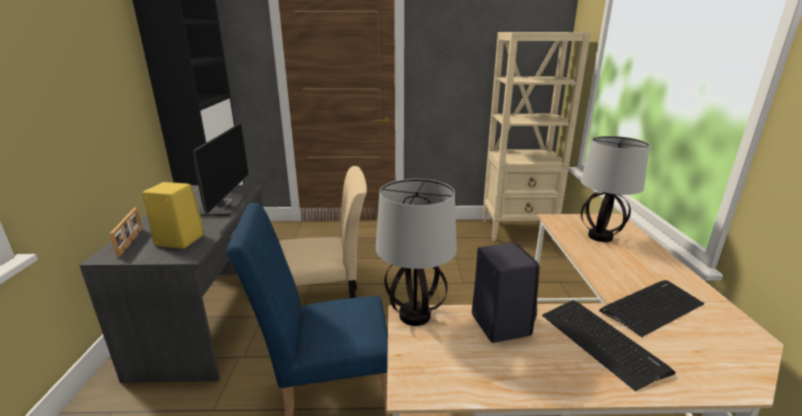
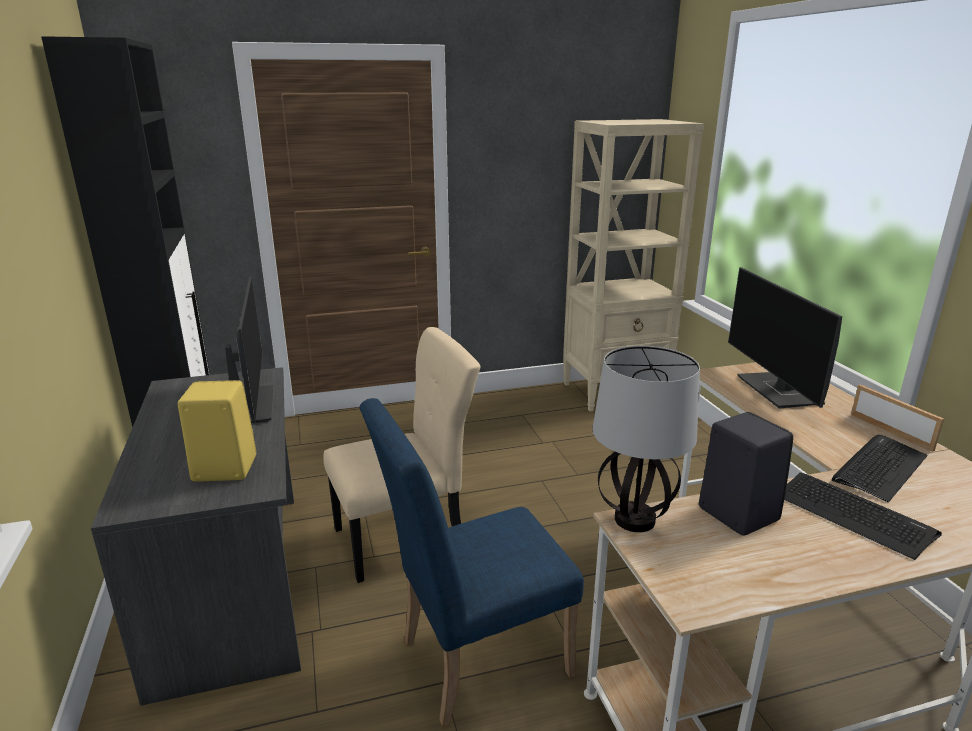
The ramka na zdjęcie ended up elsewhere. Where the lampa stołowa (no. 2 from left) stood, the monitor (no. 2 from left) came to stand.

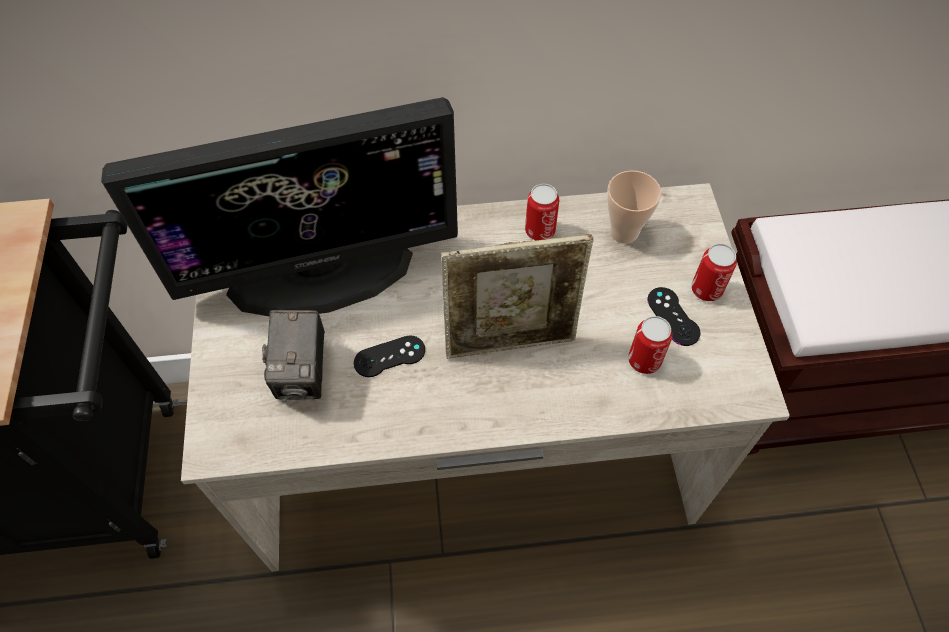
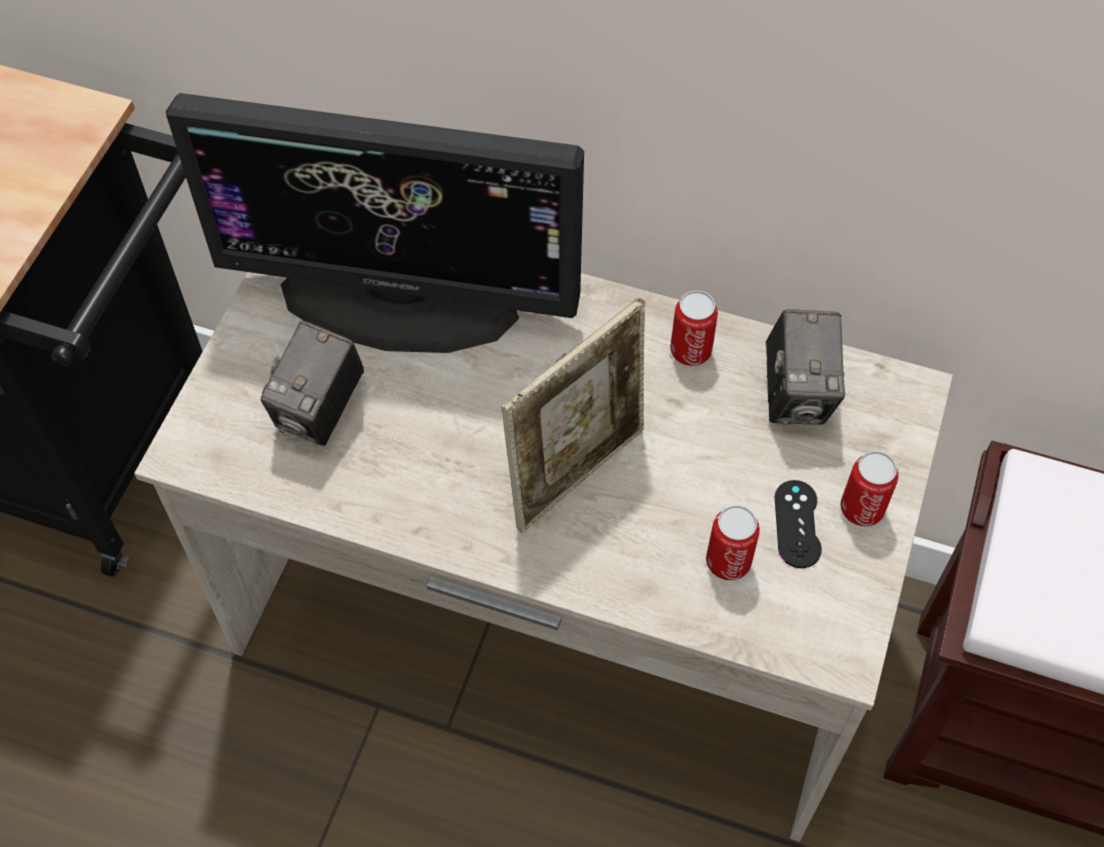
The second view lost the pad do gier [czarny] (no. 1 from left). Where the filiżanka stood, the aparat fotograficzny (no. 2 from left) came to stand. The ramka na zdjęcie ended up facing another way, 60 degrees counterclockwise from before.

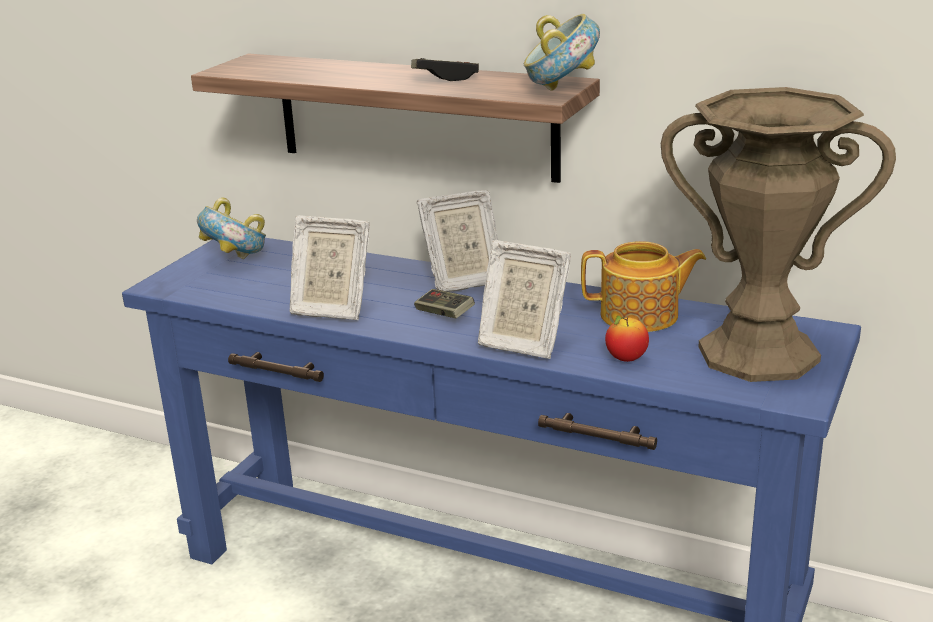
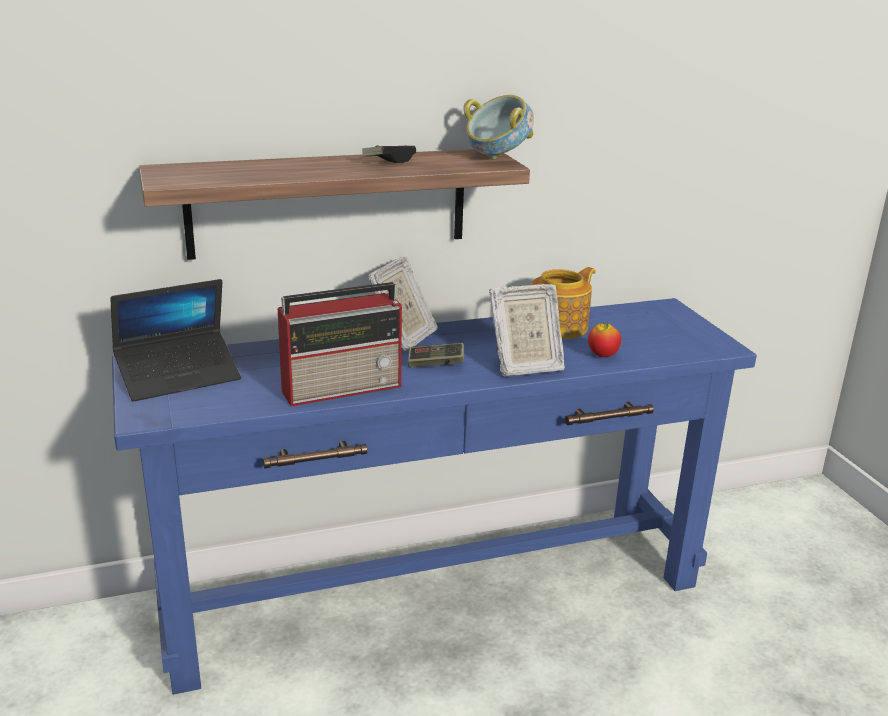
The second view lost the wazon [brązowy]. Where the miska (no. 1 from left) stood, the laptop came to stand. Where the ramka na zdjęcie (no. 1 from left) stood, the radio came to stand.

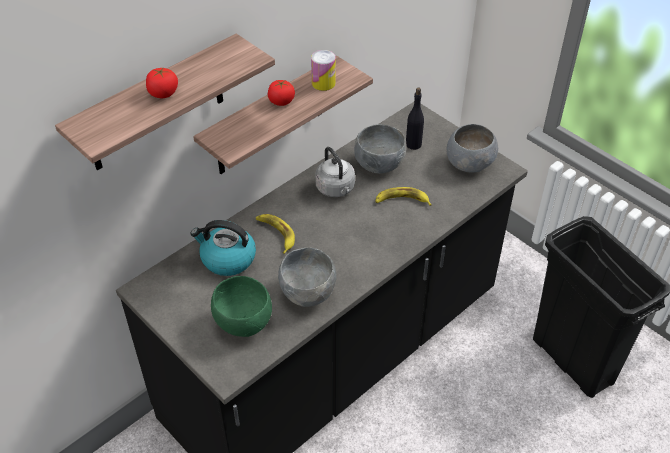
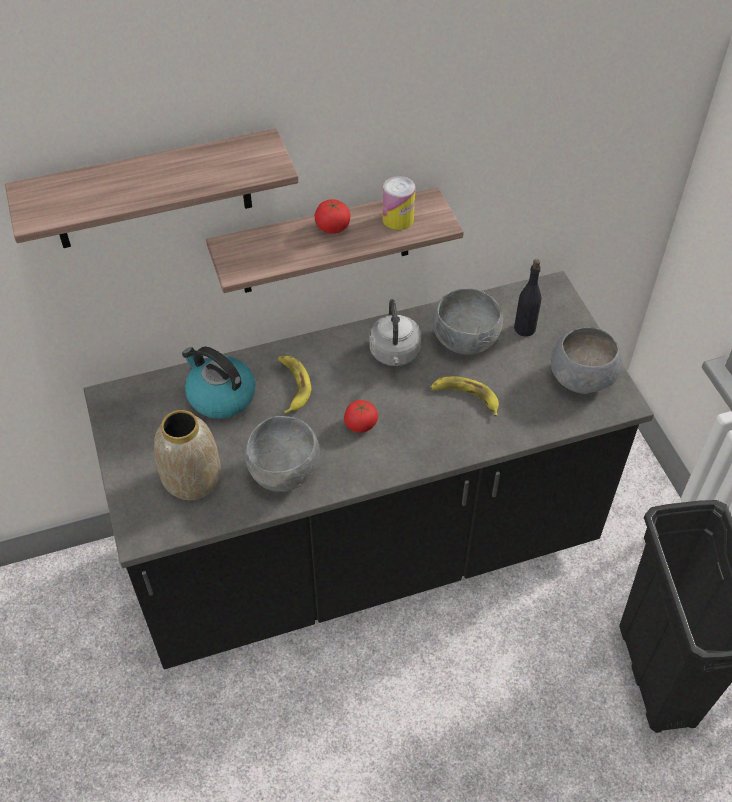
The pomidor (no. 1 from left in the first image) ended up elsewhere. Where the miska [zielony] stood, the wazon came to stand.

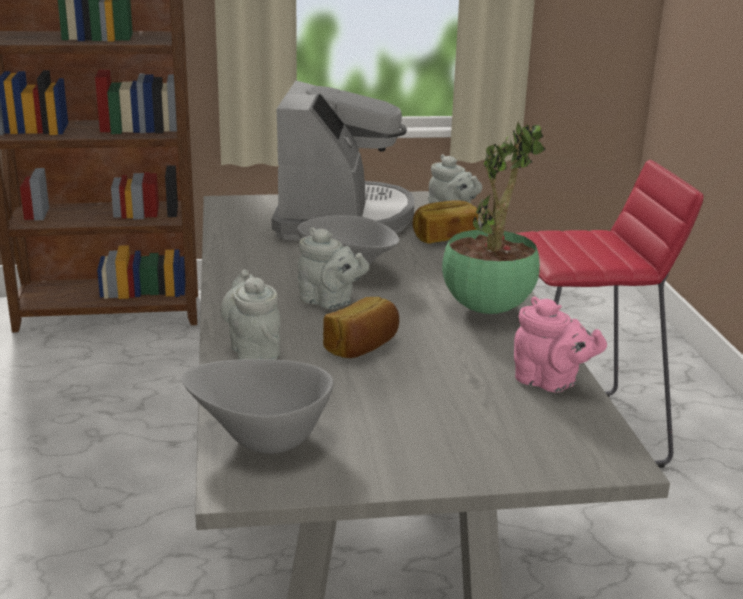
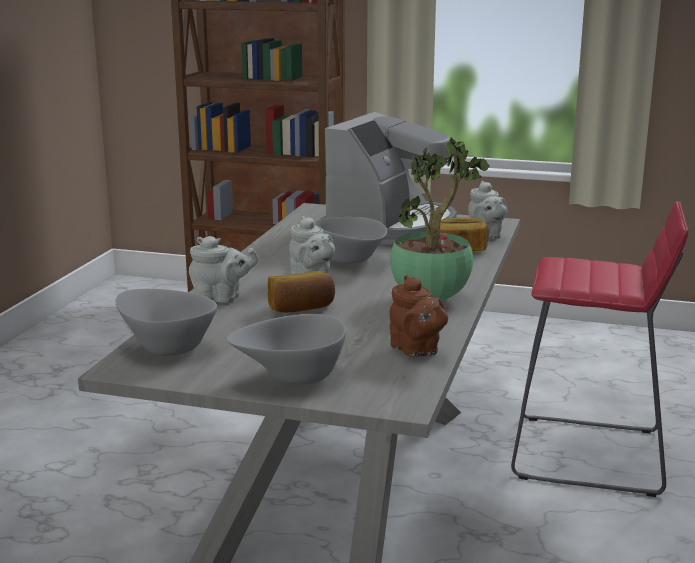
The second view gained the miska [szary] (no. 2 from left). What was the imbryk [różowy] turned into the imbryk [brązowy]. The imbryk [szary] (no. 1 from left) ended up facing another way, 90 degrees clockwise from before.

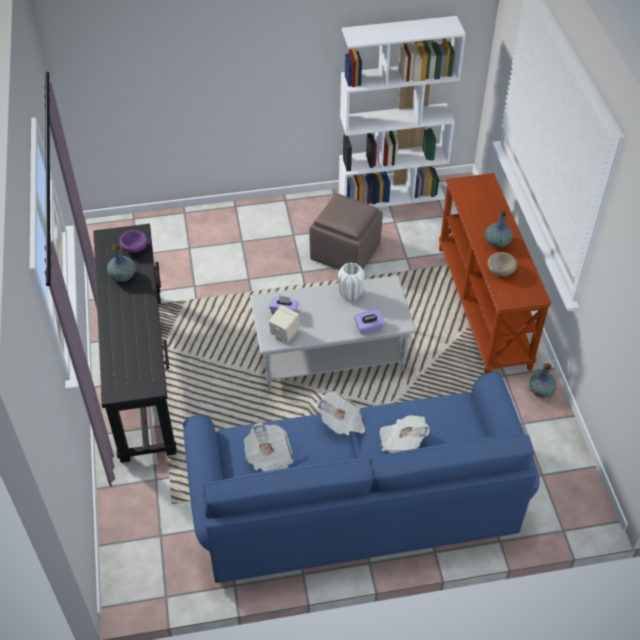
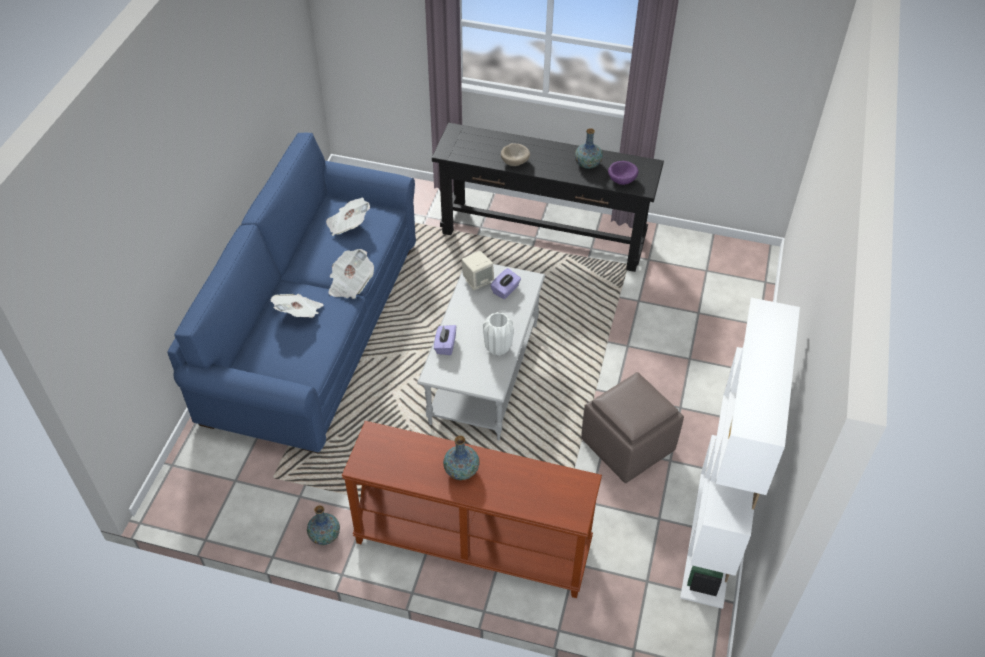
The miska [beżowy] ended up elsewhere.

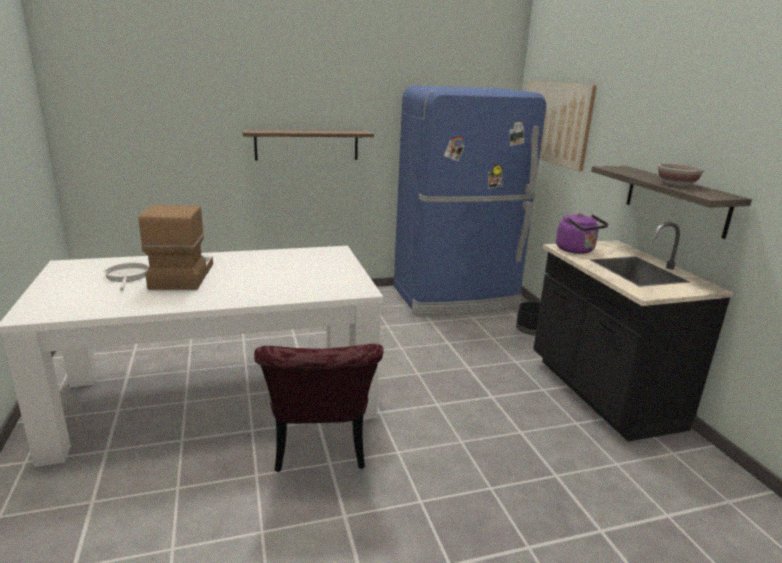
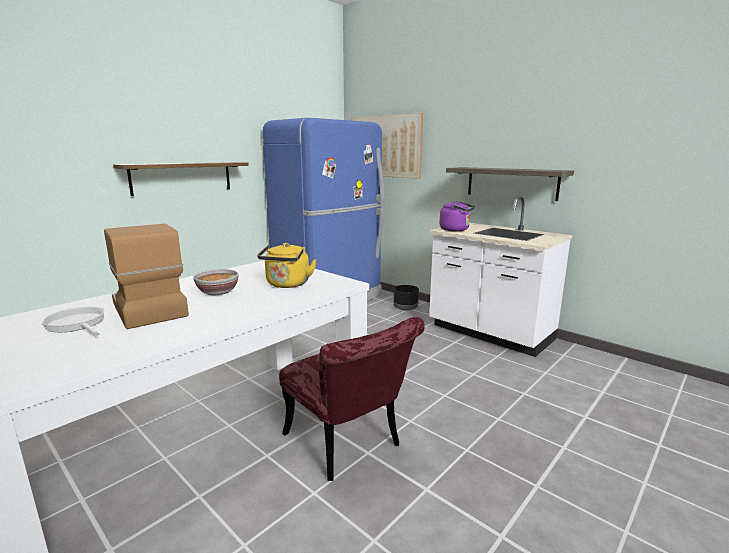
The second view gained the czajnik [żółty]. The miska ended up elsewhere. What was the zabudowa kuchenna [czarny] turned into the zabudowa kuchenna [biały].

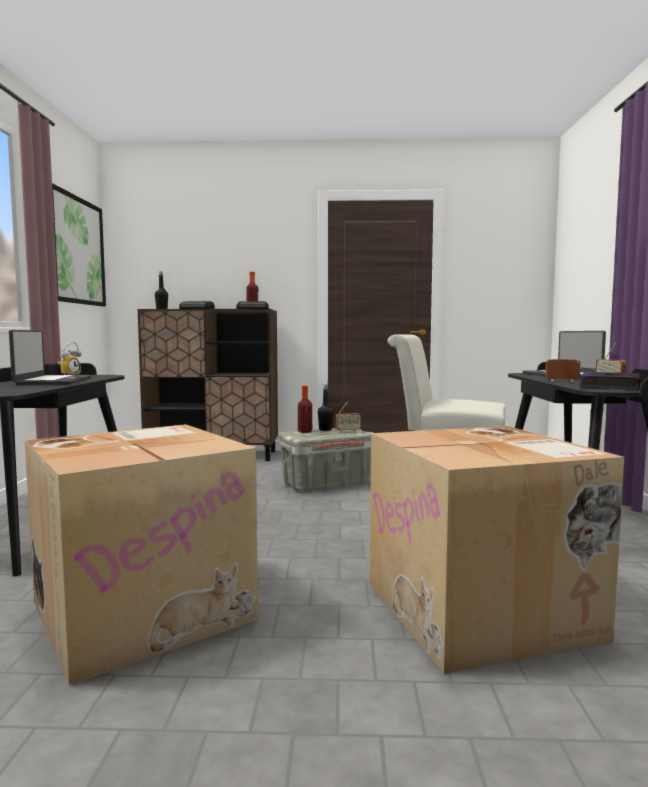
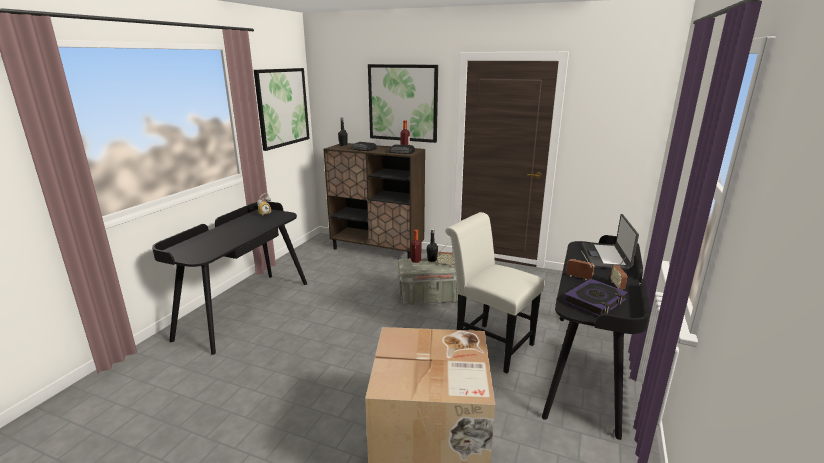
The second view lost the laptop (no. 1 from left). The second view lost the karton (no. 1 from left). The second view gained the obraz (no. 2 from left).

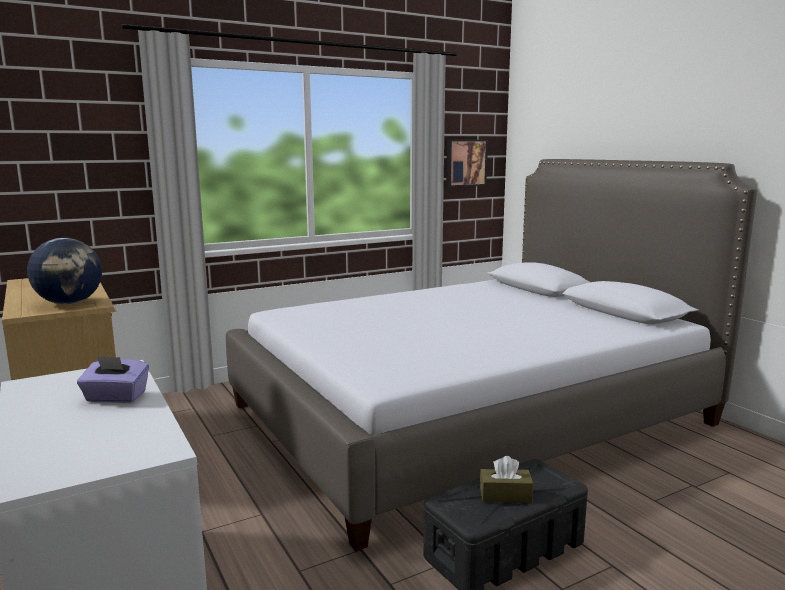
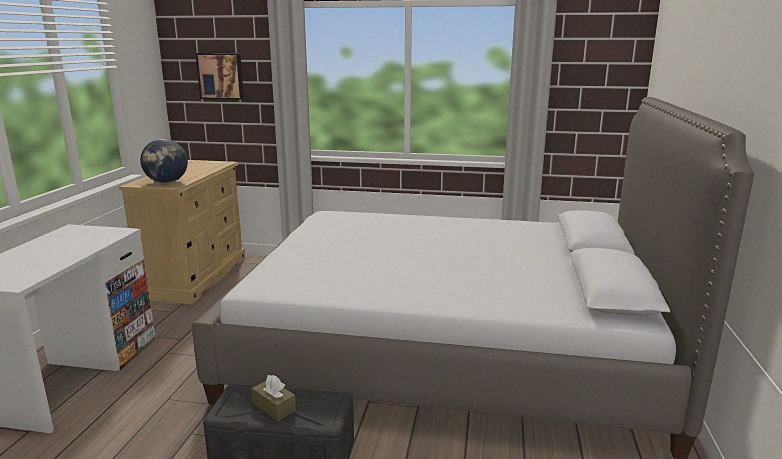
The second view lost the pudełko chusteczek [fioletowy]. The obraz ended up elsewhere.

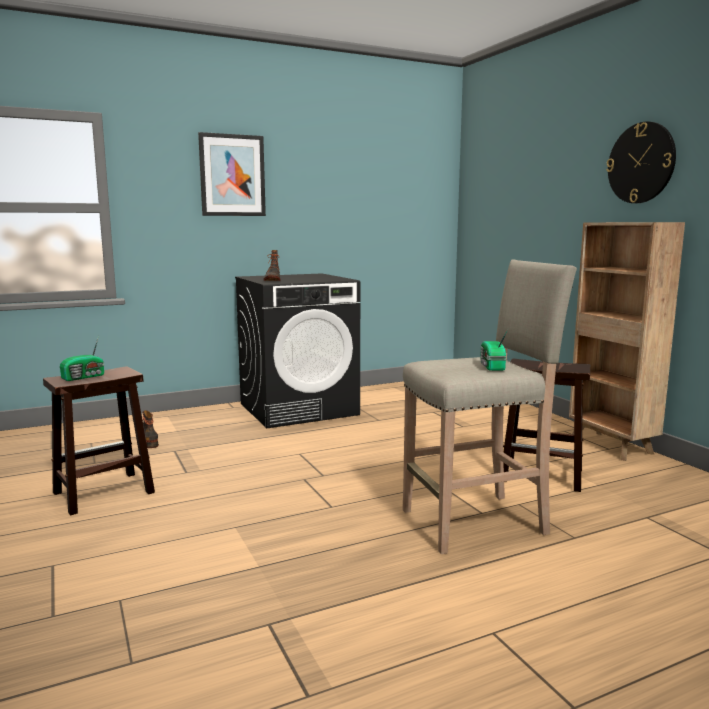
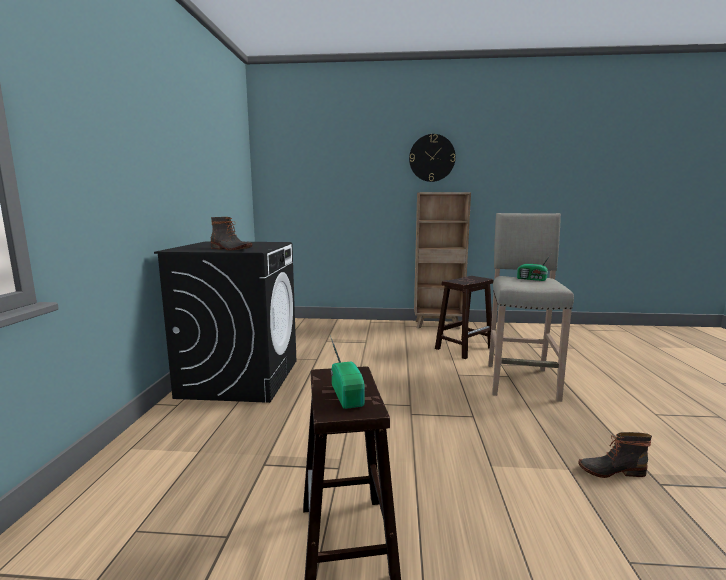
The second view lost the obraz. The but z cholewką (no. 1 from left in the first image) ended up elsewhere.

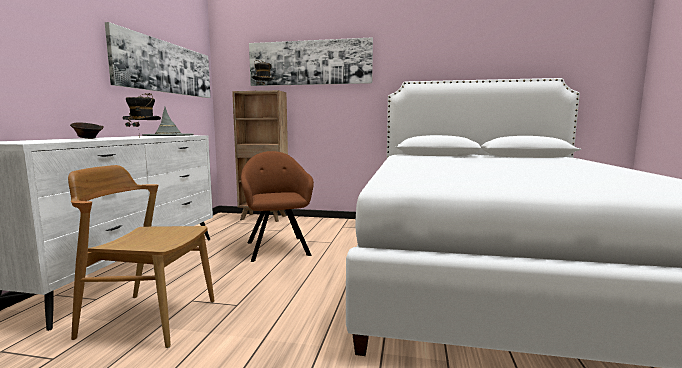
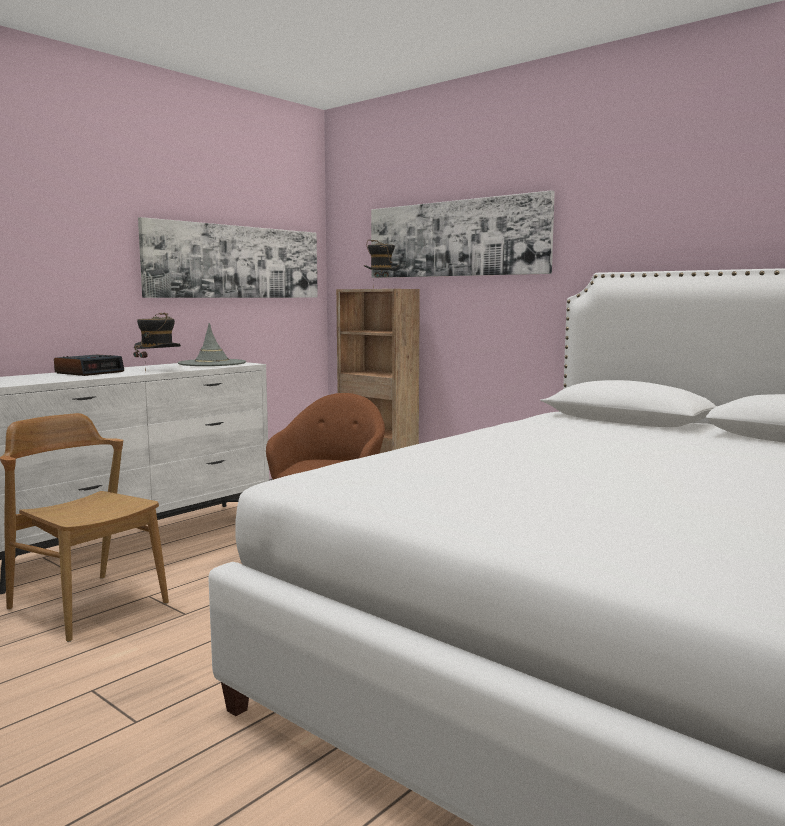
Where the miska [brązowy] stood, the budzik came to stand.

